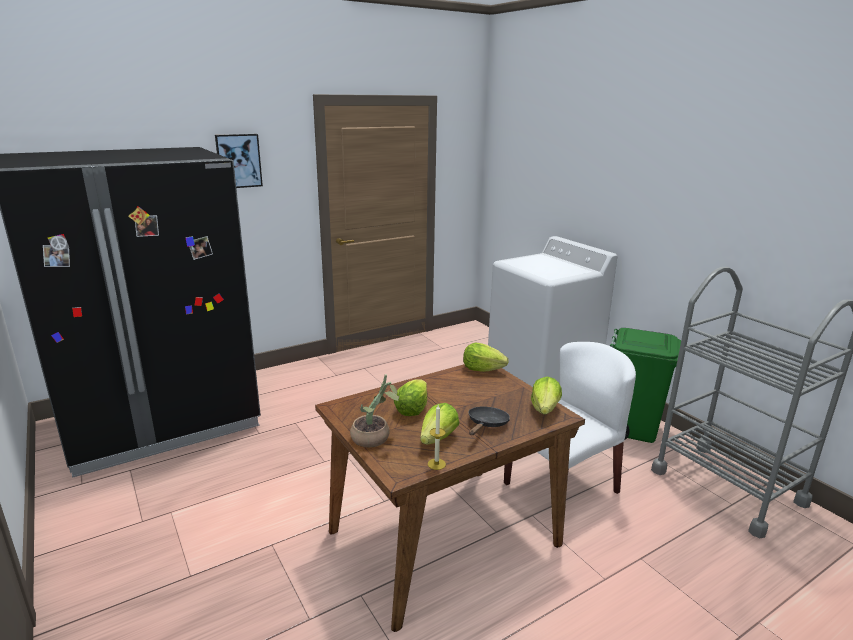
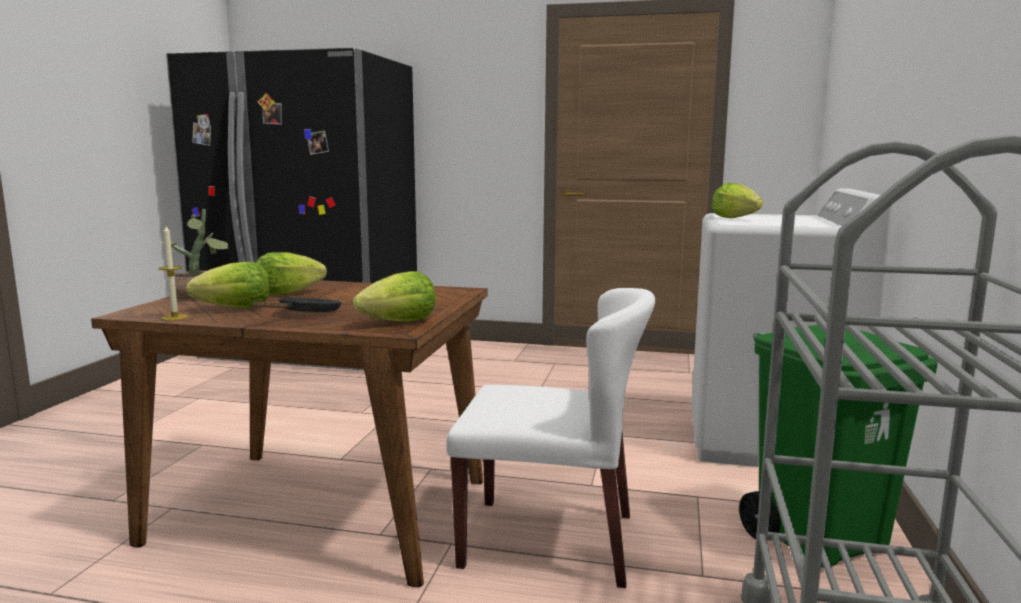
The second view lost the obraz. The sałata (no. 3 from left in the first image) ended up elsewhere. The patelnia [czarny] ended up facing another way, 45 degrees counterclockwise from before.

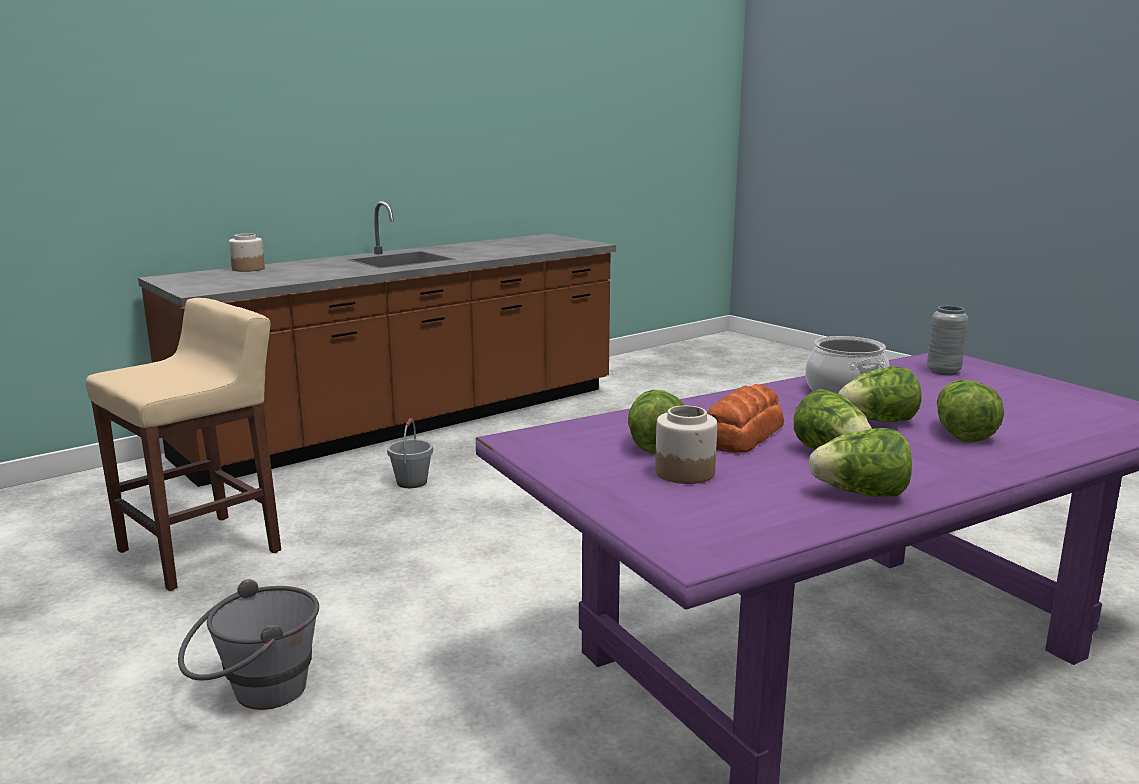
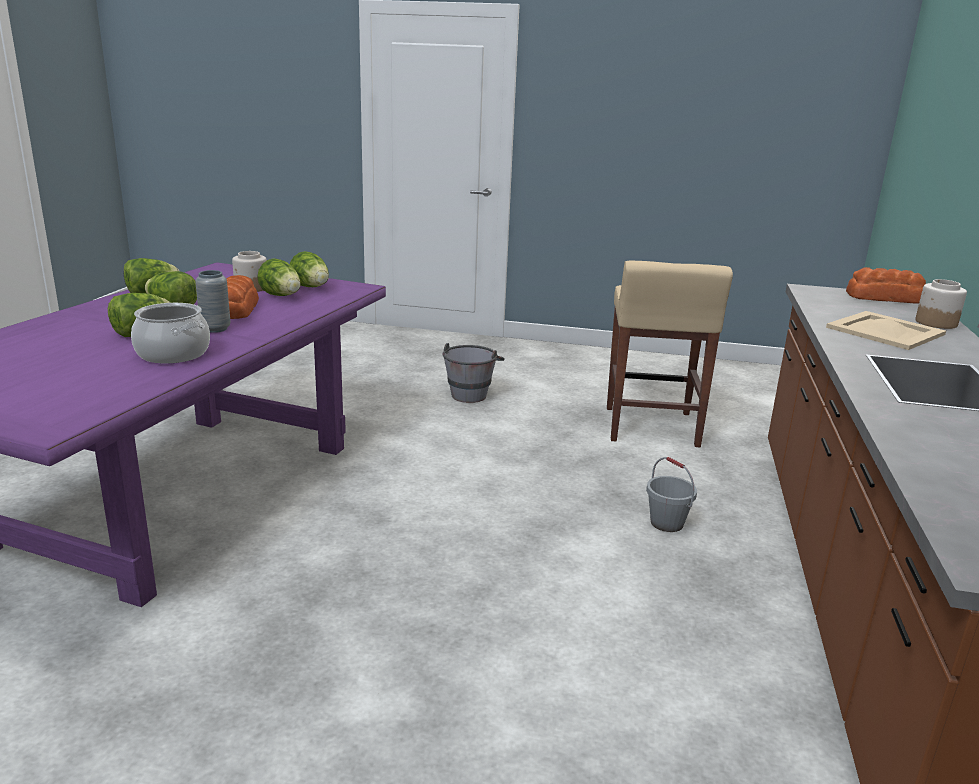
The second view gained the taca [beżowy]. The second view gained the chleb (no. 2 from left). The wazon [szary] ended up elsewhere. The sałata (no. 5 from left) ended up elsewhere.

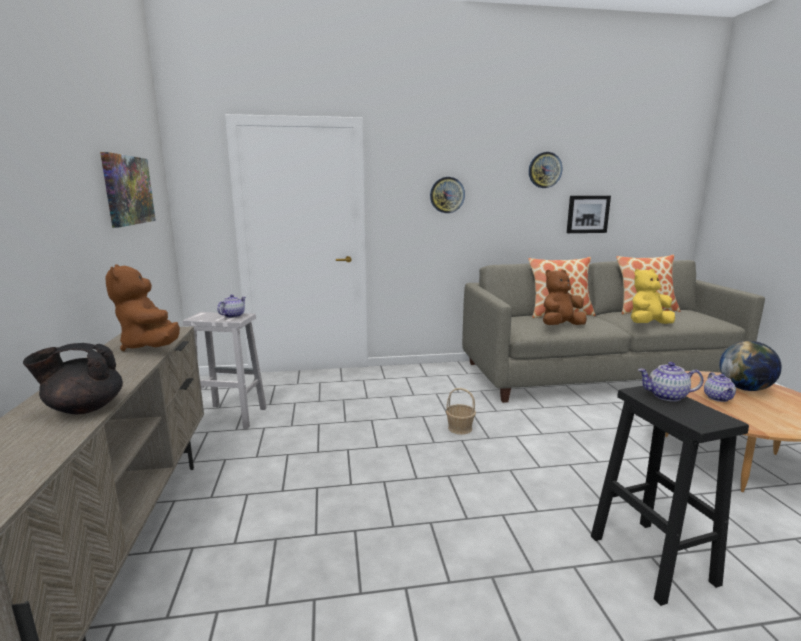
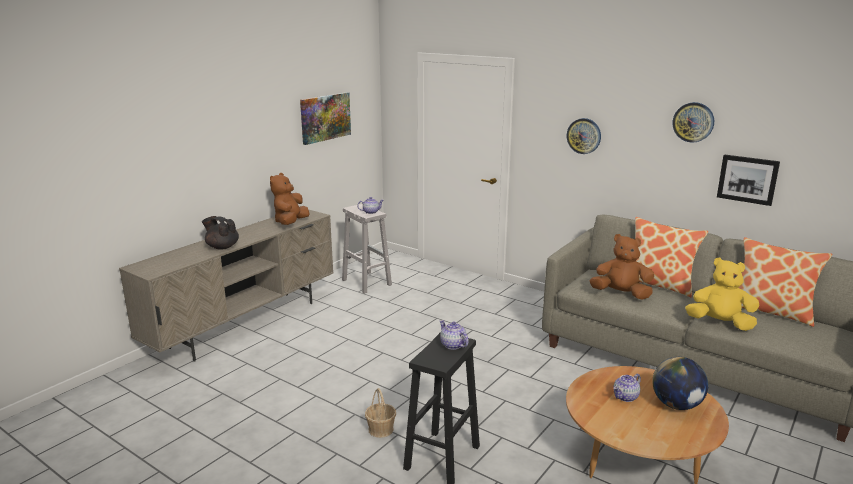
The koszyk ended up elsewhere.

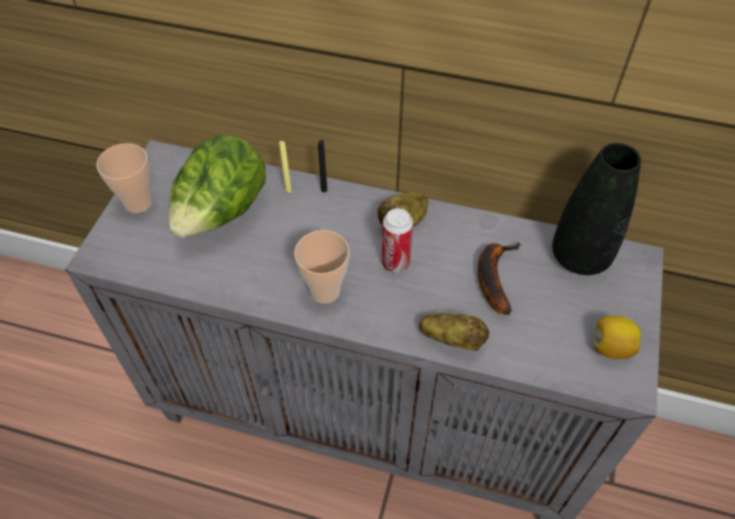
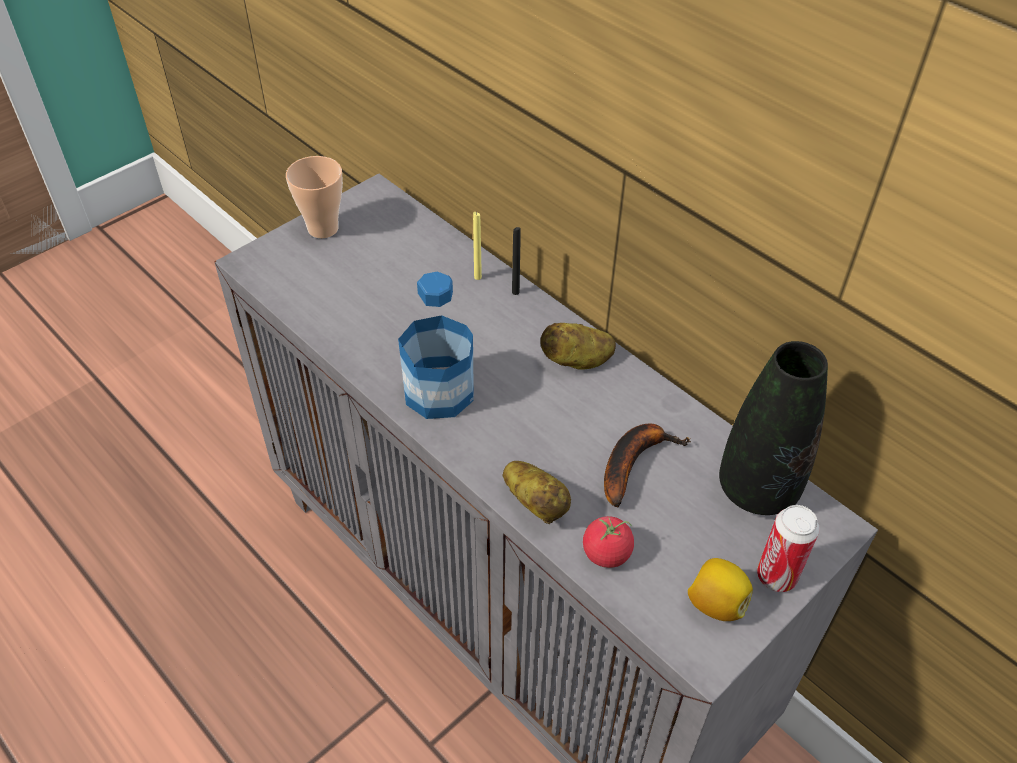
The second view lost the sałata. The second view gained the pomidor. The puszka ended up elsewhere. Where the filiżanka (no. 2 from left) stood, the butelka came to stand.

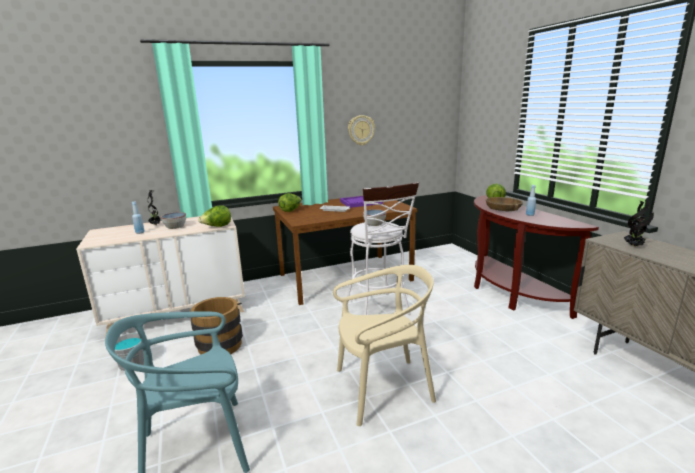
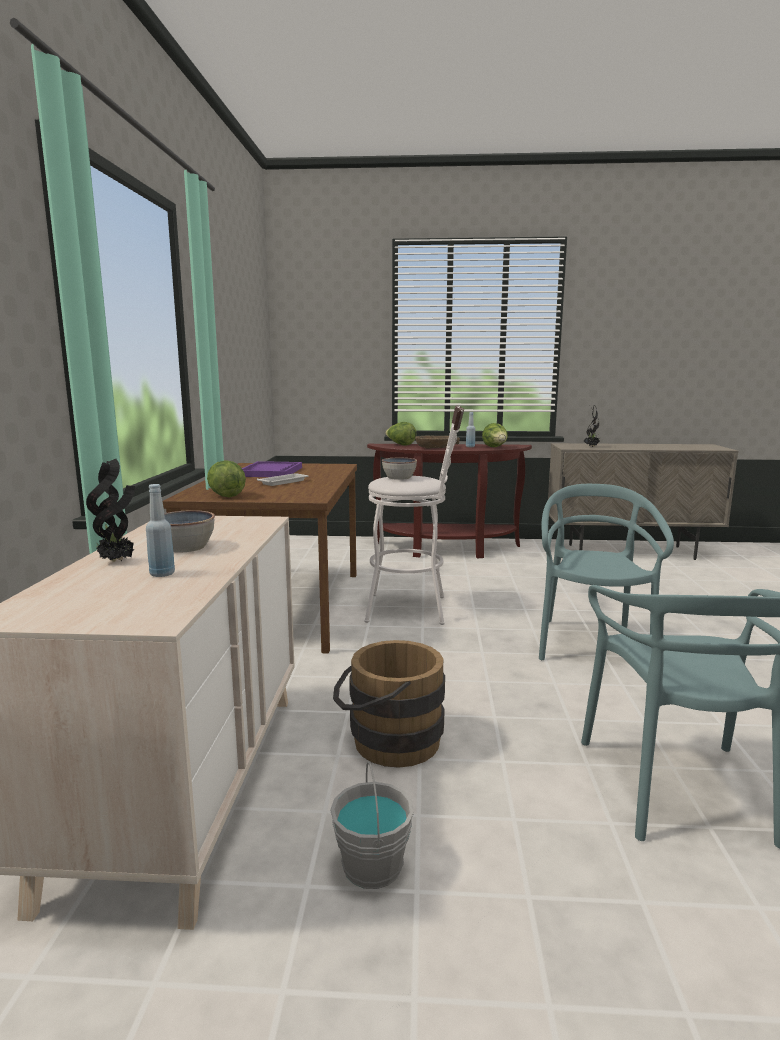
The second view lost the zegar ścienny. The sałata (no. 1 from left in the first image) ended up elsewhere. What was the krzesło [beżowy] turned into the krzesło [turkusowy] (no. 1 from left).

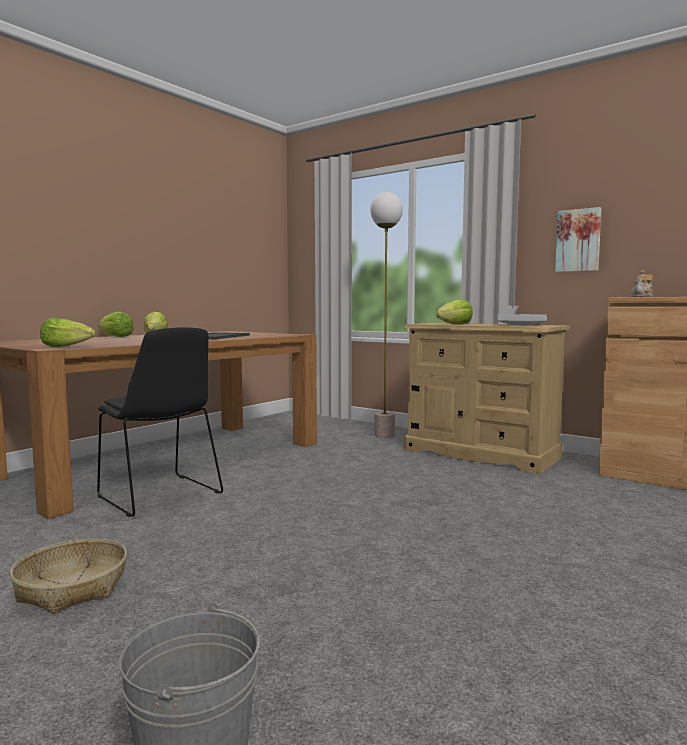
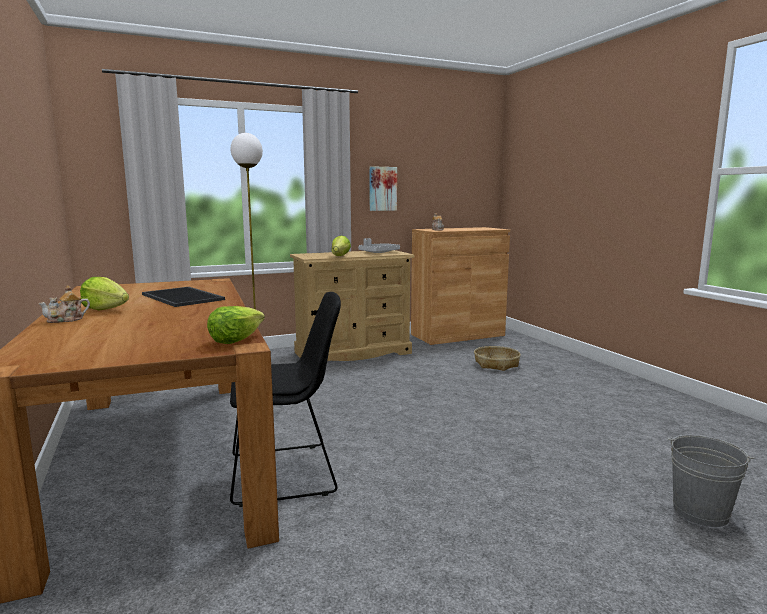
The koszyk ended up elsewhere. Where the sałata (no. 2 from left) stood, the imbryk (no. 1 from left) came to stand.

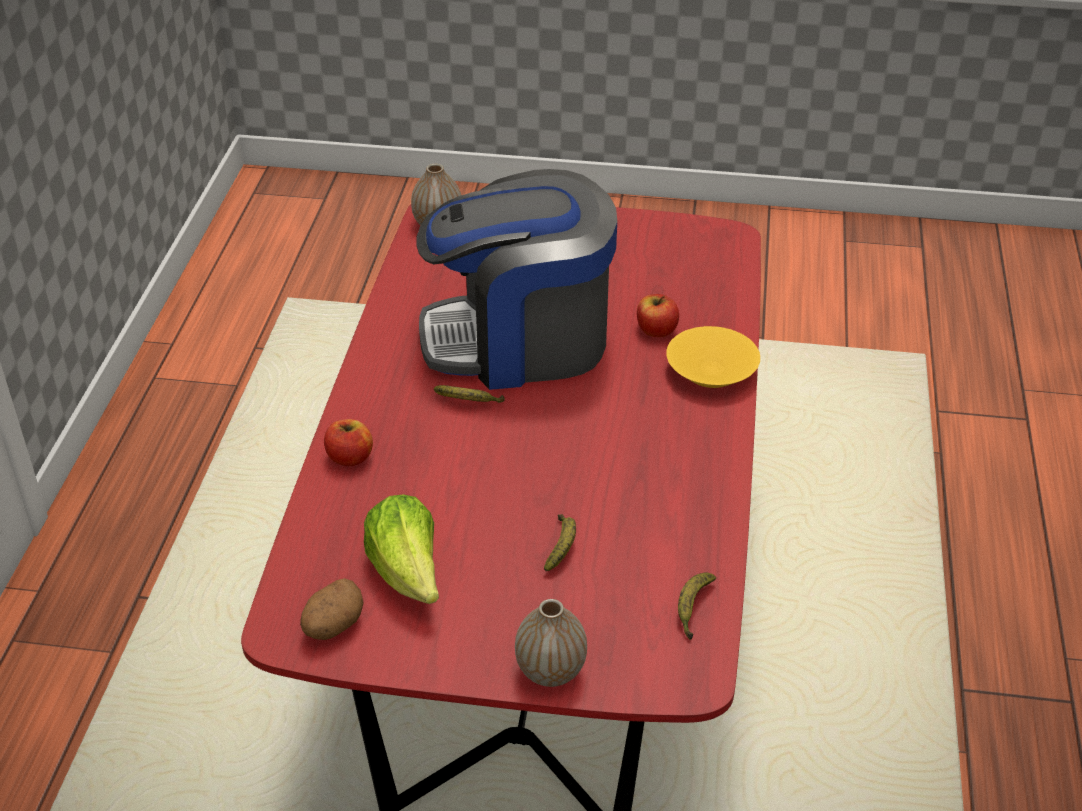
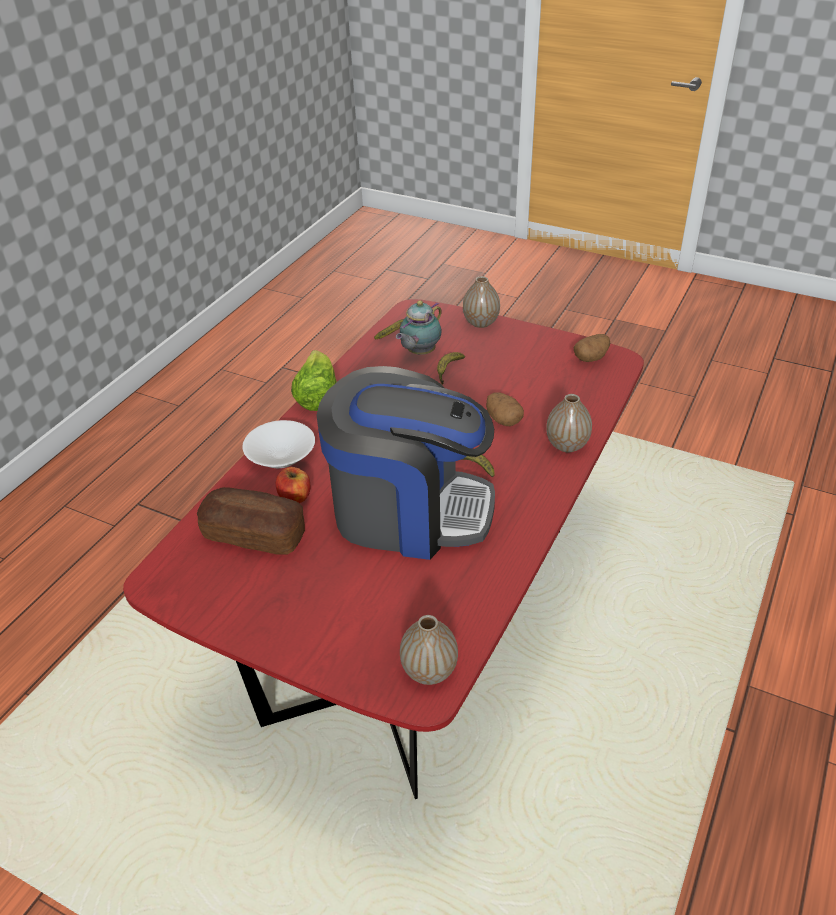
The second view gained the chleb. The second view gained the imbryk. The second view gained the ziemniak (no. 1 from left). The sałata ended up elsewhere. Where the jabłko (no. 1 from left) stood, the wazon (no. 3 from left) came to stand. What was the miska [żółty] turned into the miska [biały].

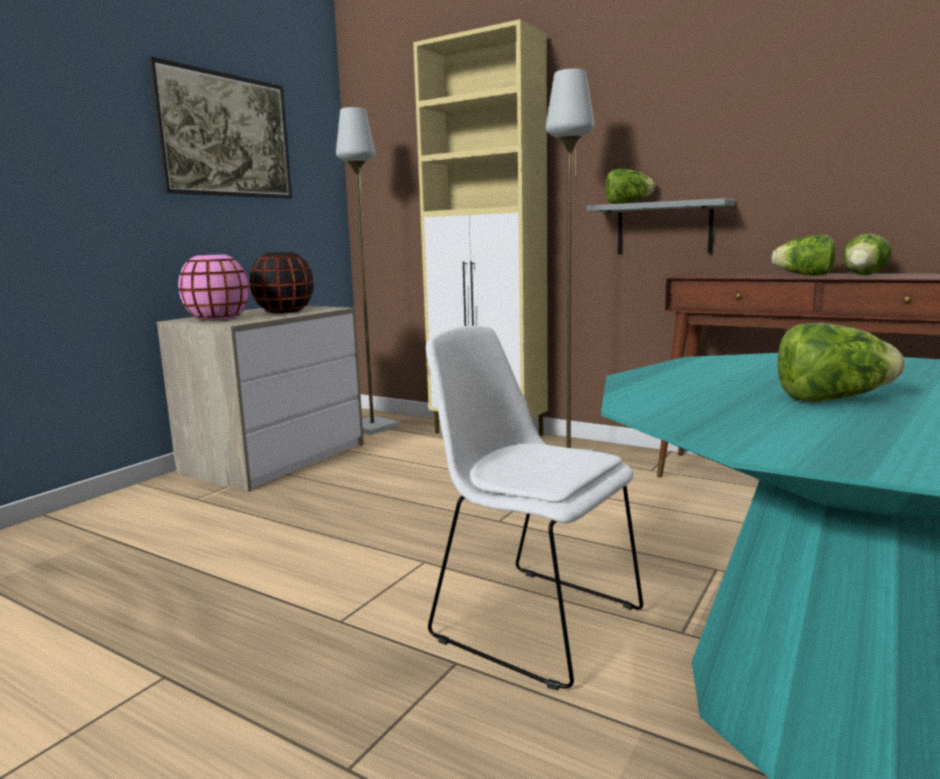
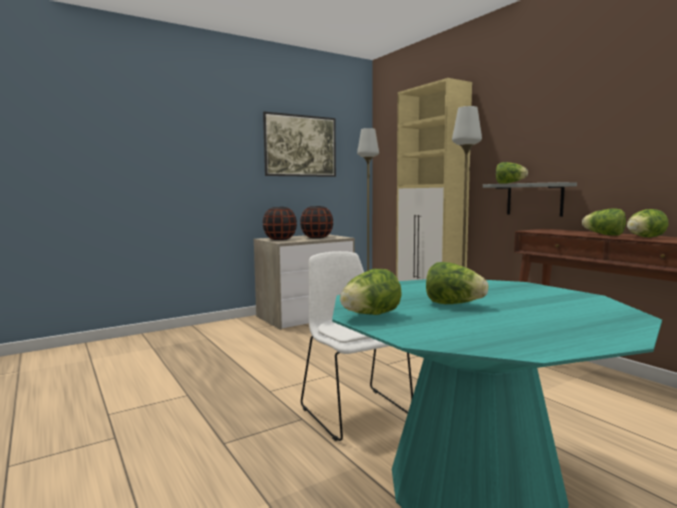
The second view gained the sałata (no. 1 from left). What was the wazon [różowy] turned into the wazon [czarny] (no. 1 from left).

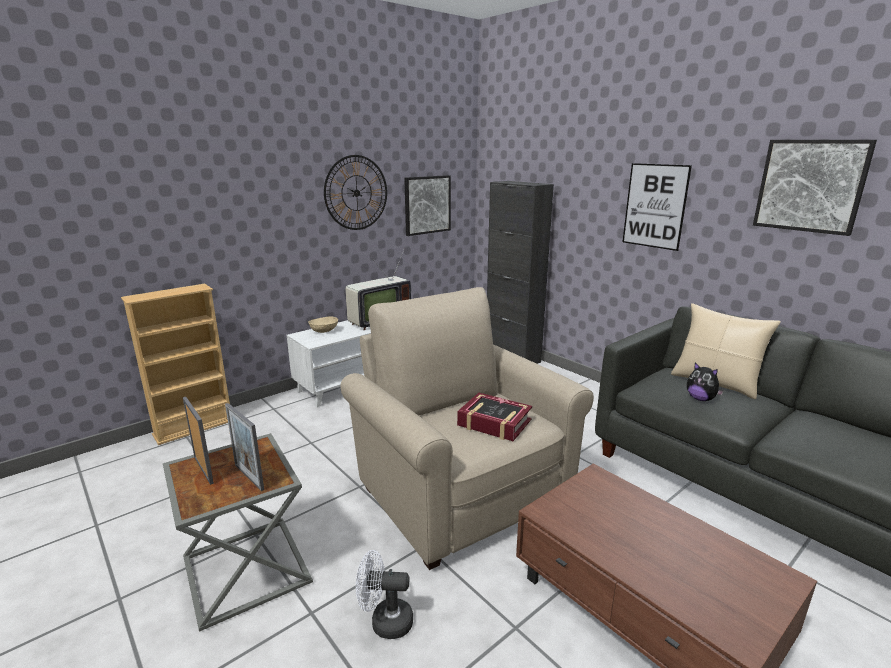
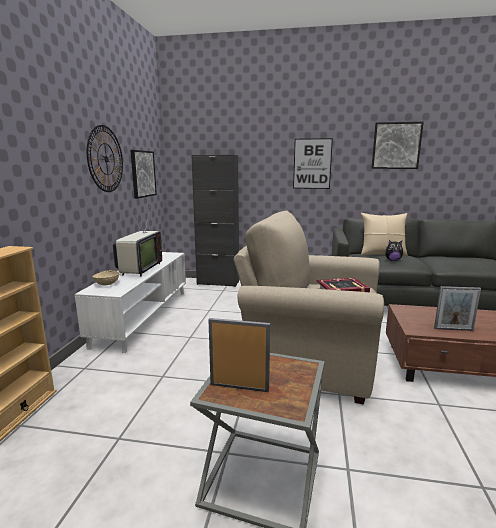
The second view lost the wentylator [biały]. The ramka na zdjęcie (no. 2 from left) ended up elsewhere.

